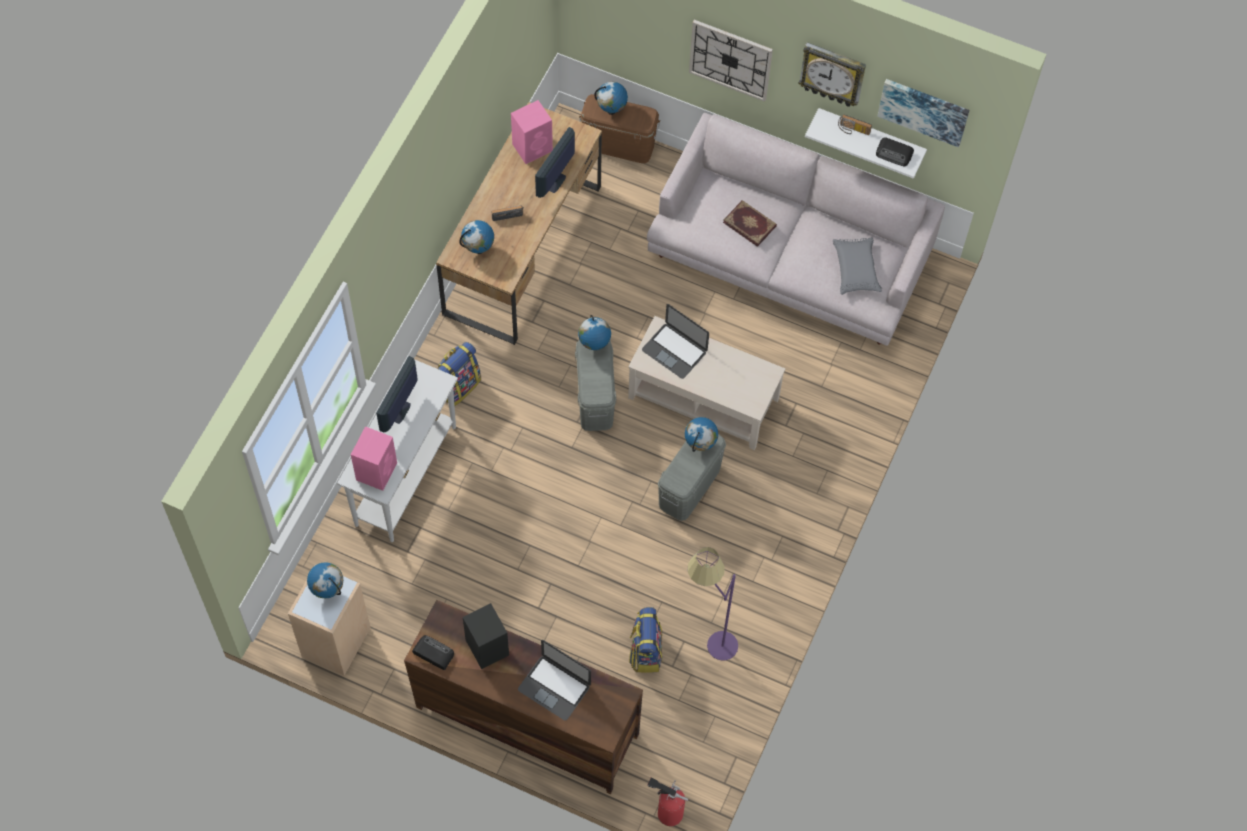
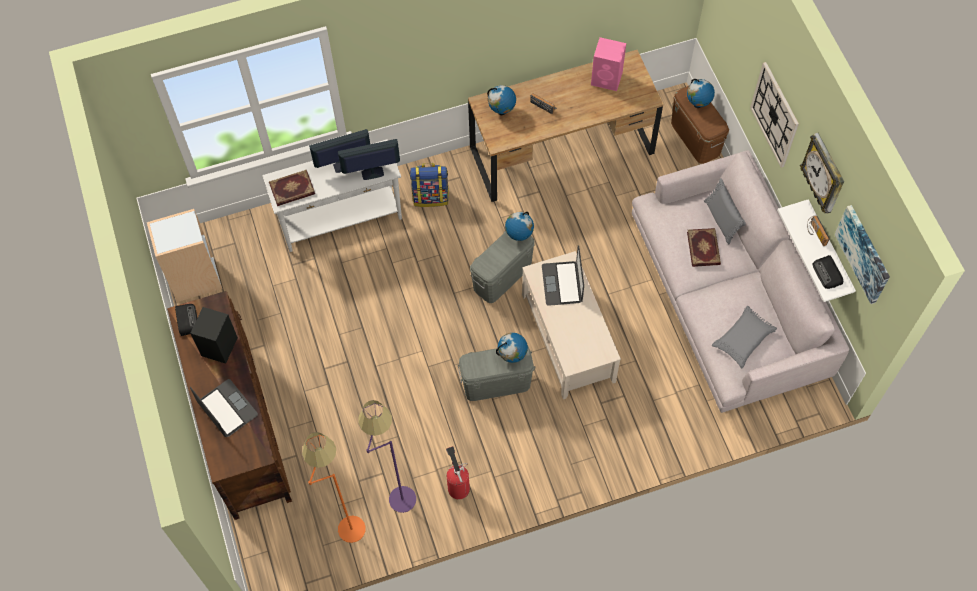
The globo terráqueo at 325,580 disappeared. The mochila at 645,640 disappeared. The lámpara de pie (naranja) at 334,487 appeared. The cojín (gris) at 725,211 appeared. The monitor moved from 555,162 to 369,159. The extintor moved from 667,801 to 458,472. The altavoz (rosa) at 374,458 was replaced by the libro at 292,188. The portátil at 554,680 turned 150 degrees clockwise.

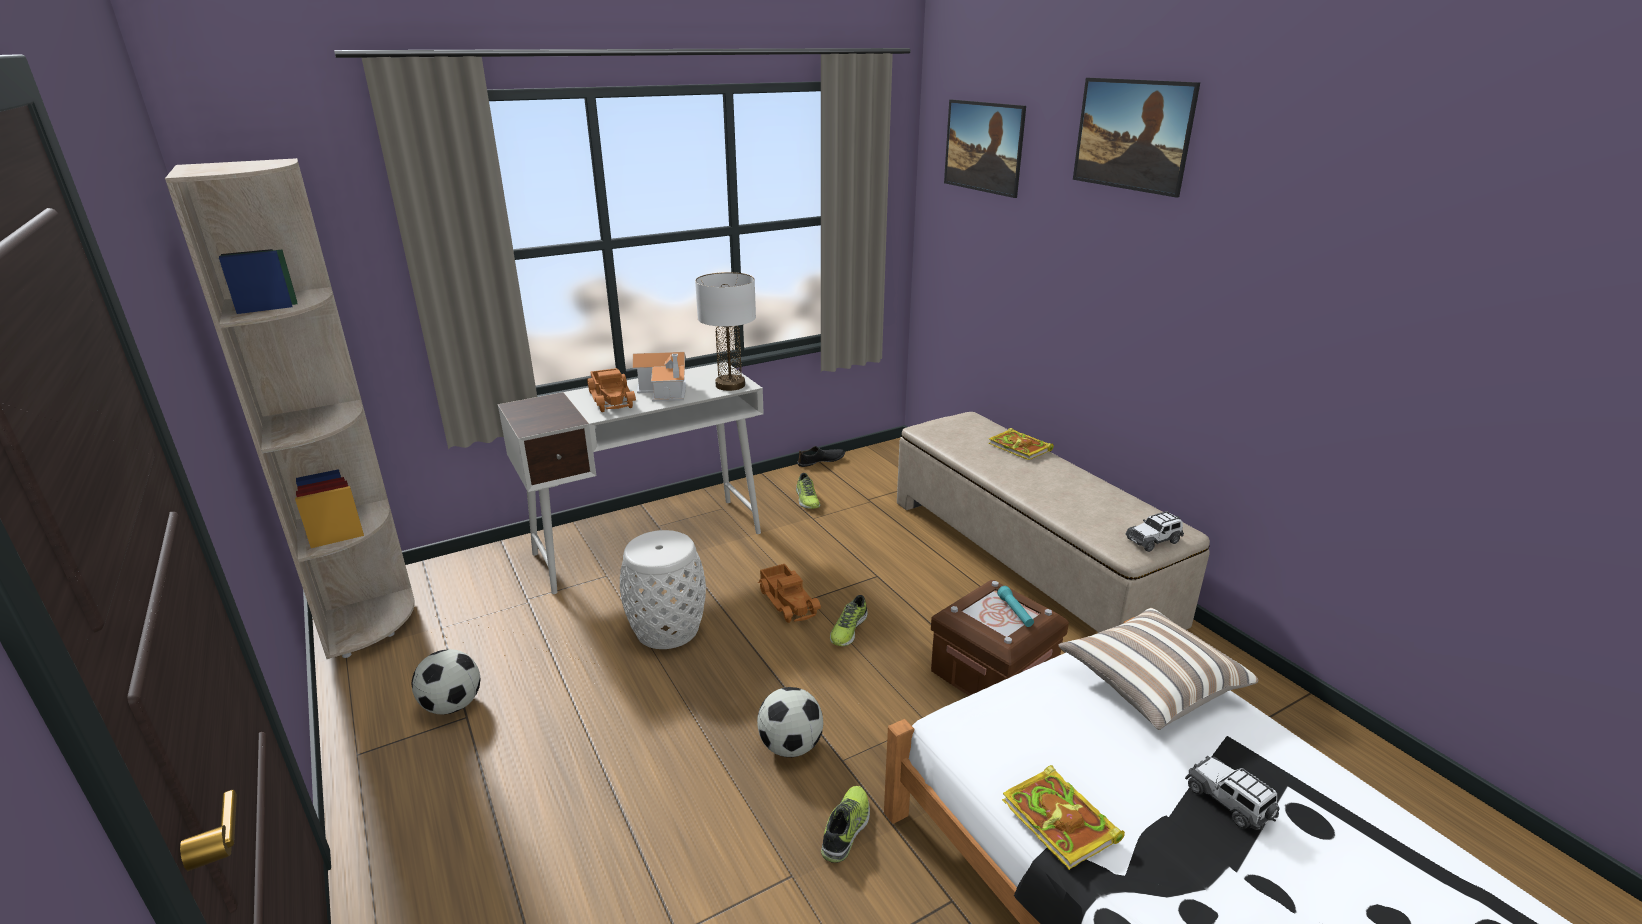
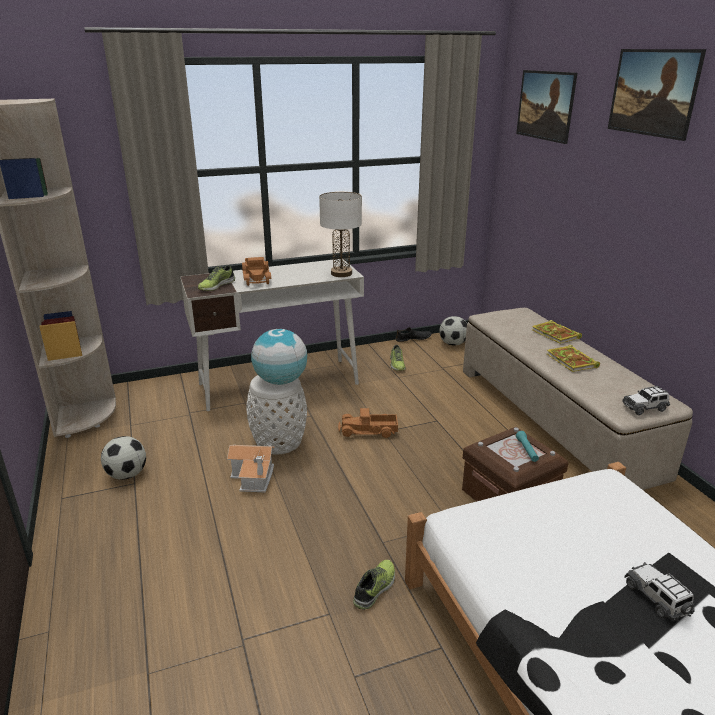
The cojín at 1158,669 disappeared. The globo terráqueo at 279,357 appeared. The casita moved from 659,377 to 251,469. The balón de fútbol moved from 790,722 to 453,330. The zapato moved from 849,620 to 216,278. The libro moved from 1063,817 to 573,358. The camión de juguete at 789,593 turned 105 degrees clockwise.

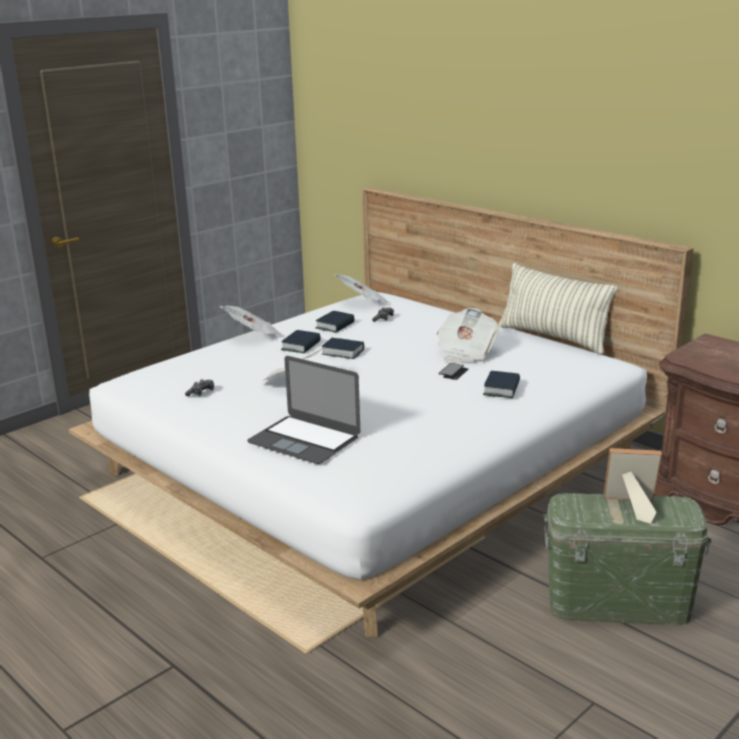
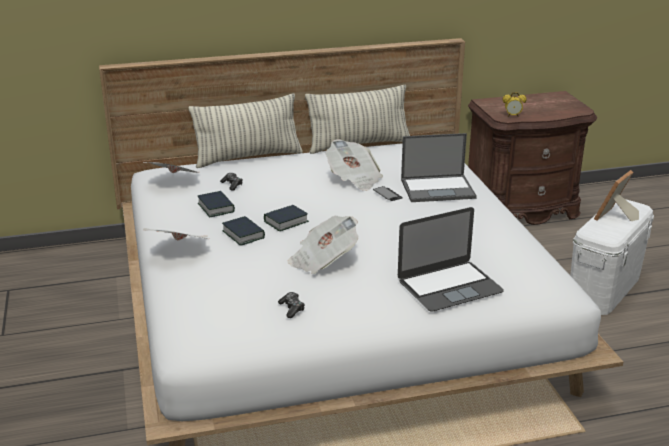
The cojín at 245,130 appeared. The despertador at 514,104 appeared. The libro at 501,384 was replaced by the portátil at 439,167. The caja de almacenaje (verde) at 627,559 became the caja de almacenaje (blanco) at 612,257.

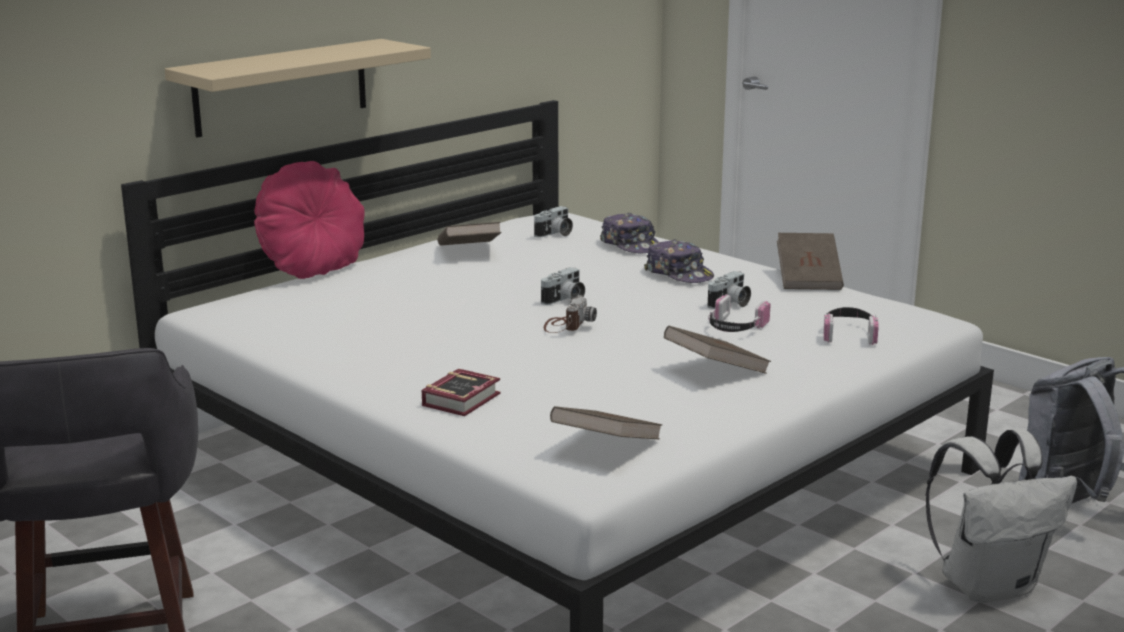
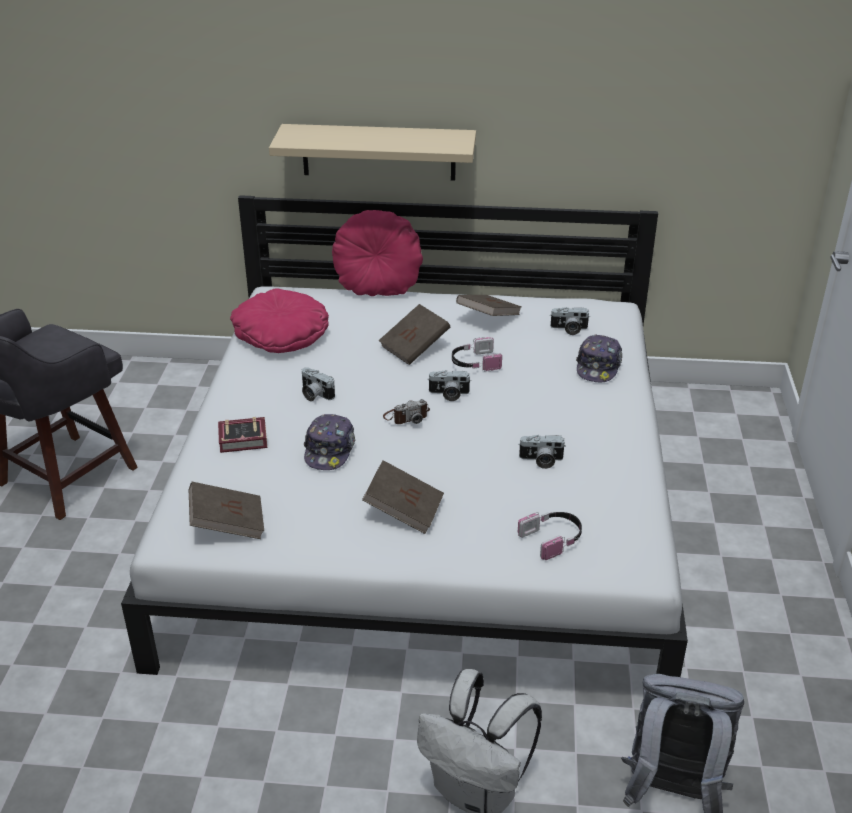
The cojín (rosa) at 279,321 appeared. The cámara at 318,384 appeared. The gorra moved from 679,261 to 329,442. The auriculares moved from 739,313 to 477,354. The libro (marrón) moved from 810,261 to 414,334.

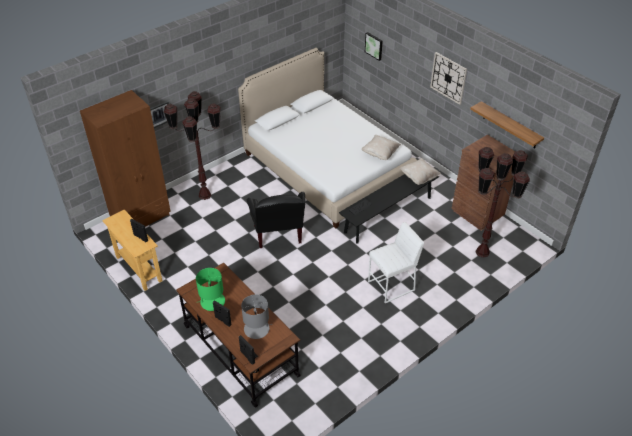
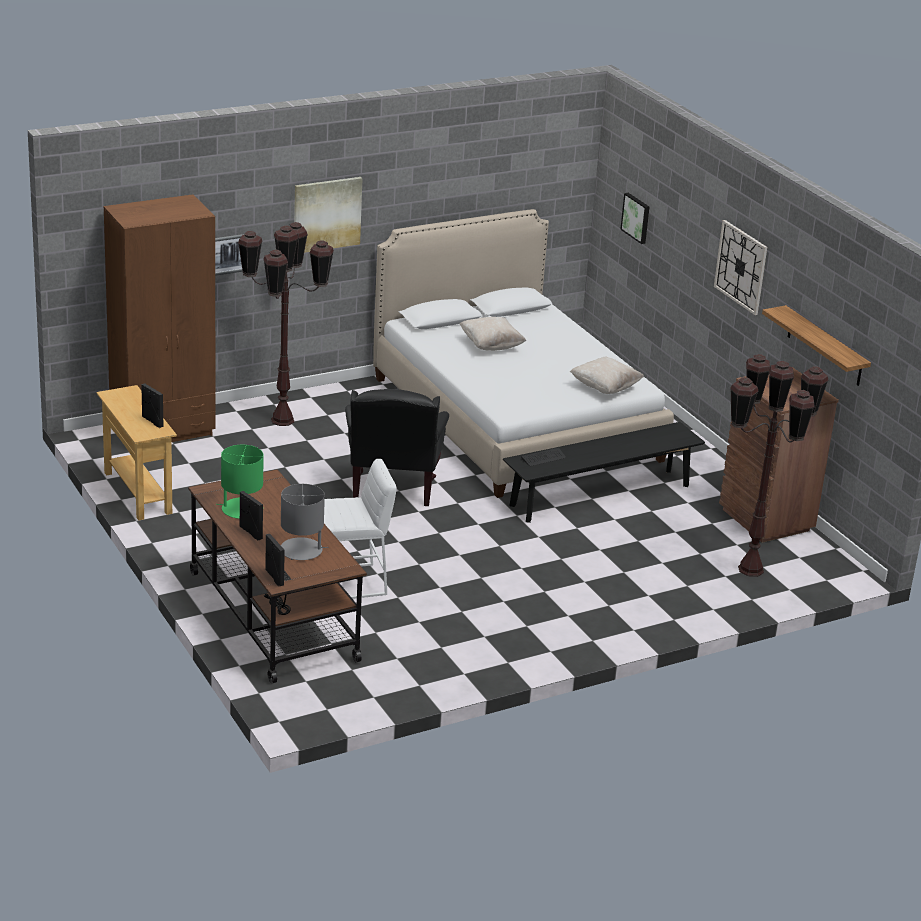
The cuadro at 328,215 appeared. The taburete (blanco) moved from 396,262 to 360,529. The cojín (beis) moved from 420,171 to 493,334.

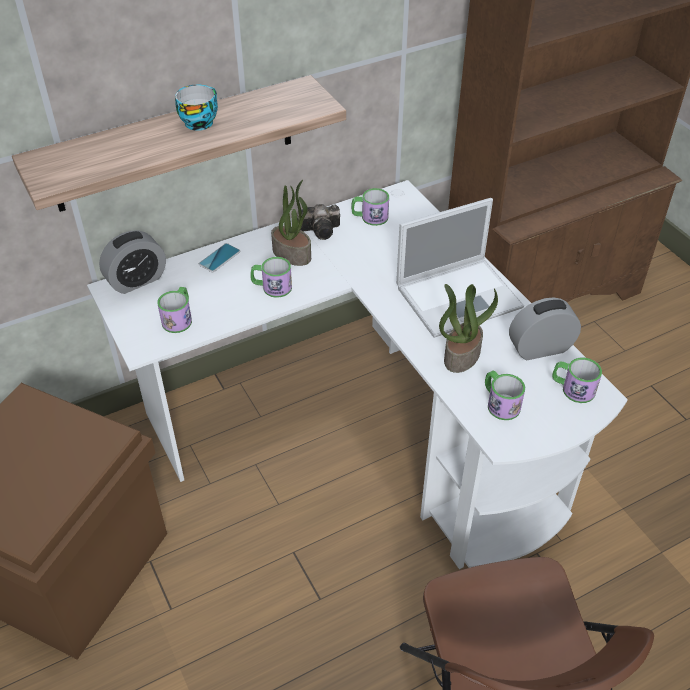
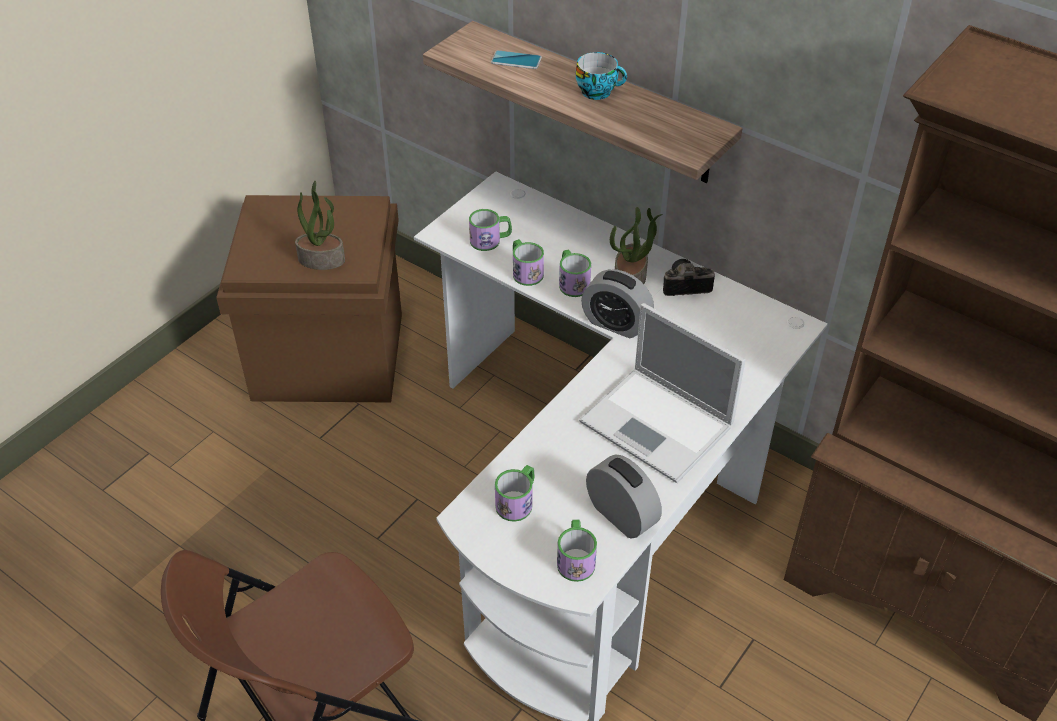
The despertador moved from 132,262 to 617,303. The móvil moved from 220,257 to 516,59. The taza grande moved from 370,207 to 528,262. The planta en maceta moved from 468,328 to 320,225. The cámara at 318,222 turned 120 degrees clockwise.

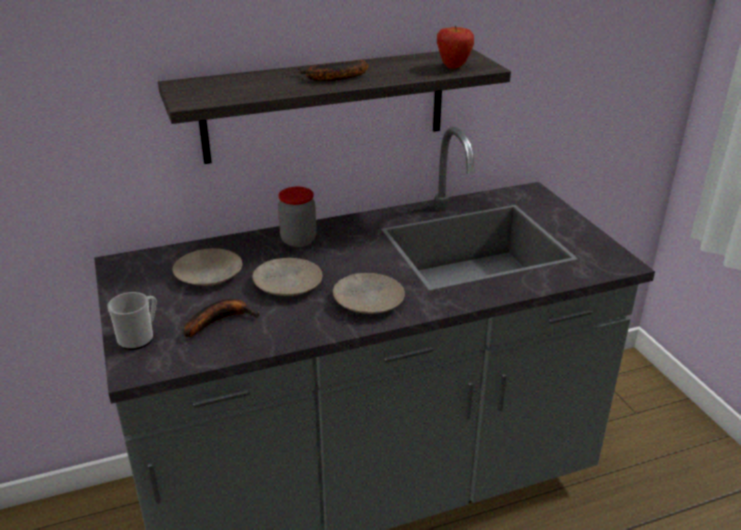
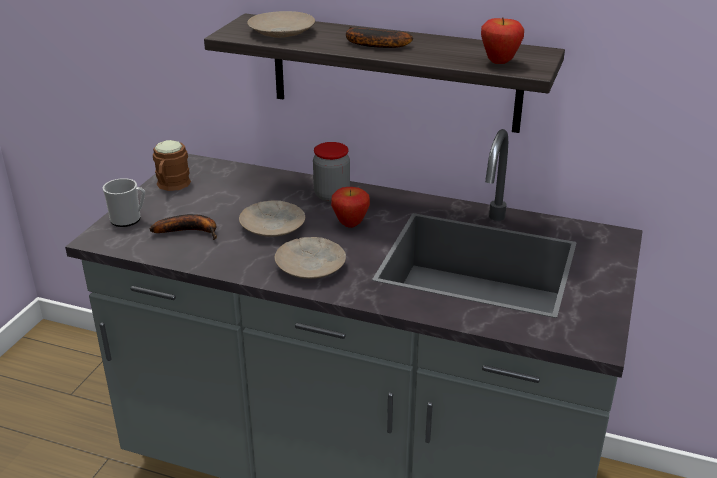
The taza grande (marrón) at 172,165 appeared. The manzana at 350,207 appeared. The plato (beis) moved from 208,267 to 281,24.

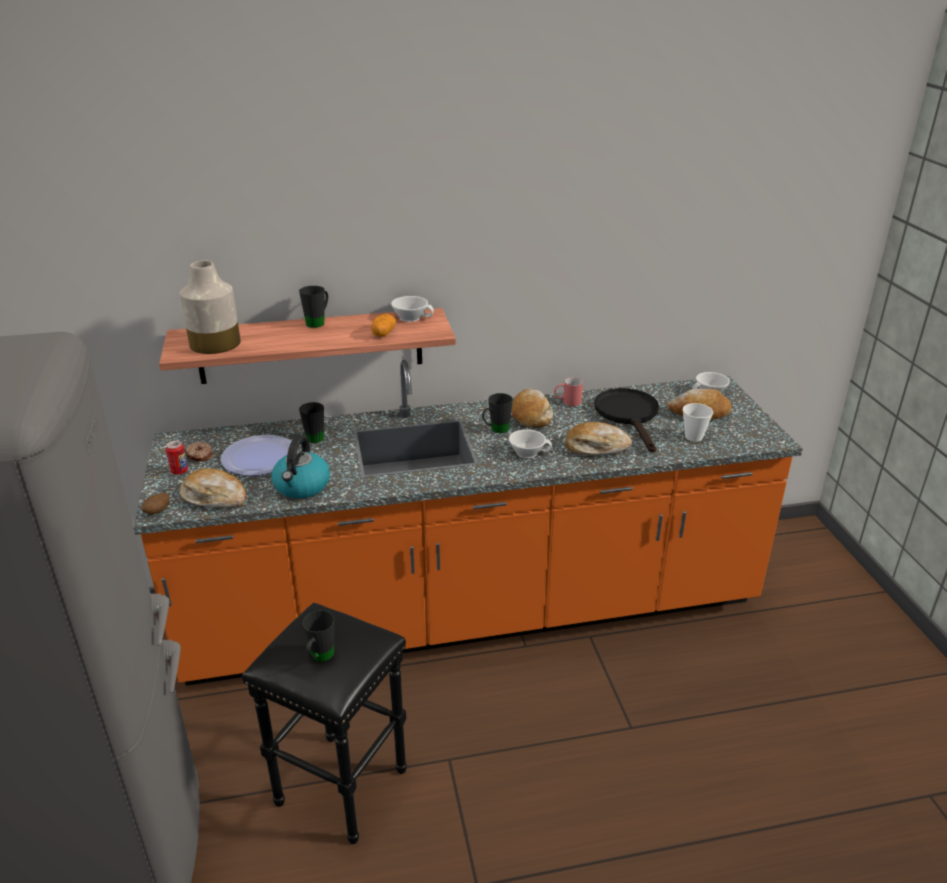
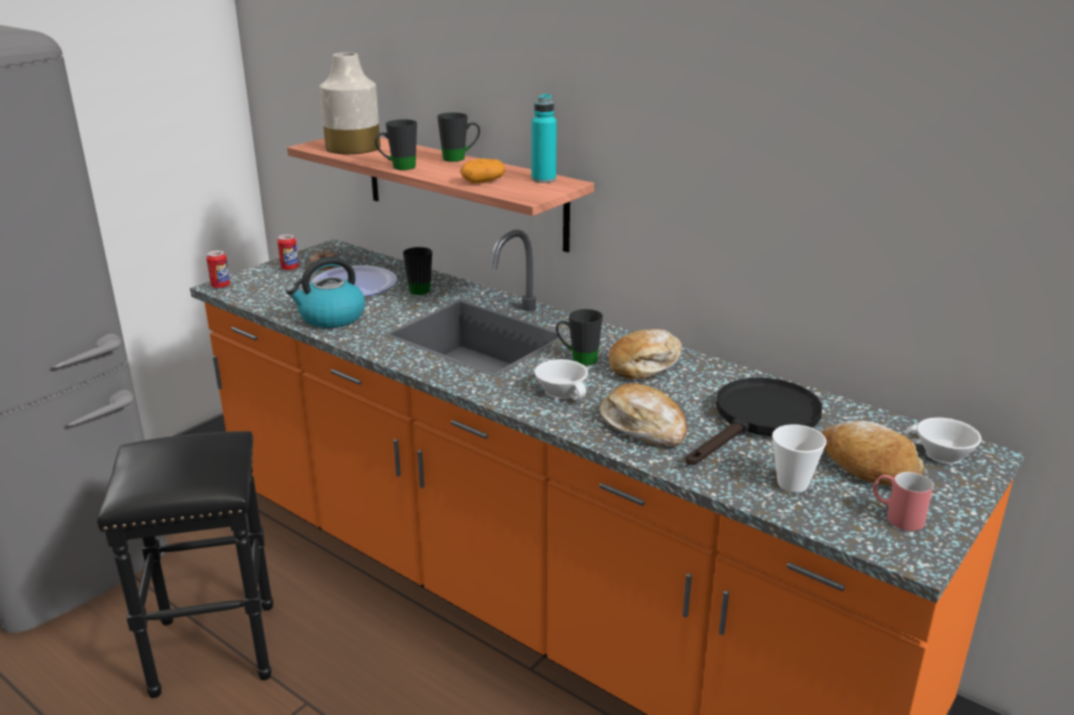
The pan at 213,488 disappeared. The taza grande (negro) moved from 318,636 to 396,144. The taza grande (rojo) moved from 568,391 to 903,501. The patata at 155,503 was replaced by the lata at 218,270. The taza (blanco) at 412,309 was replaced by the botella (turquesa) at 544,138.

